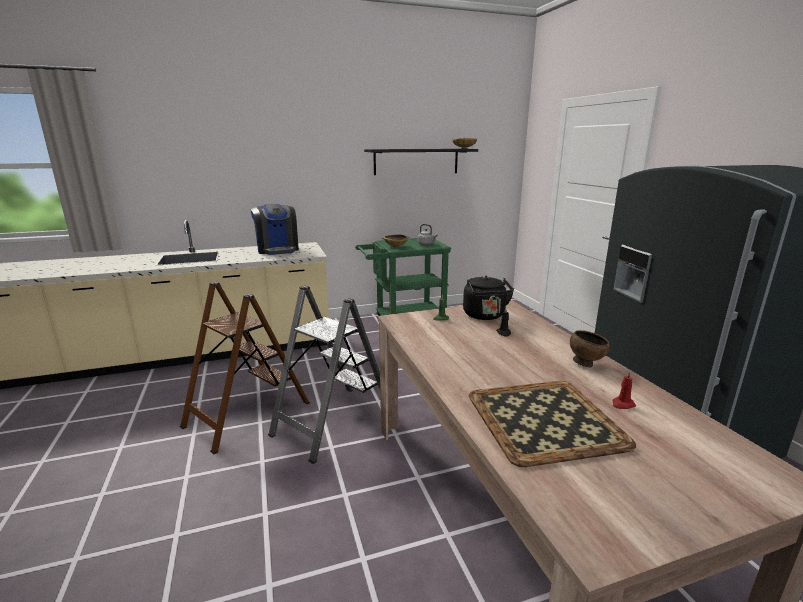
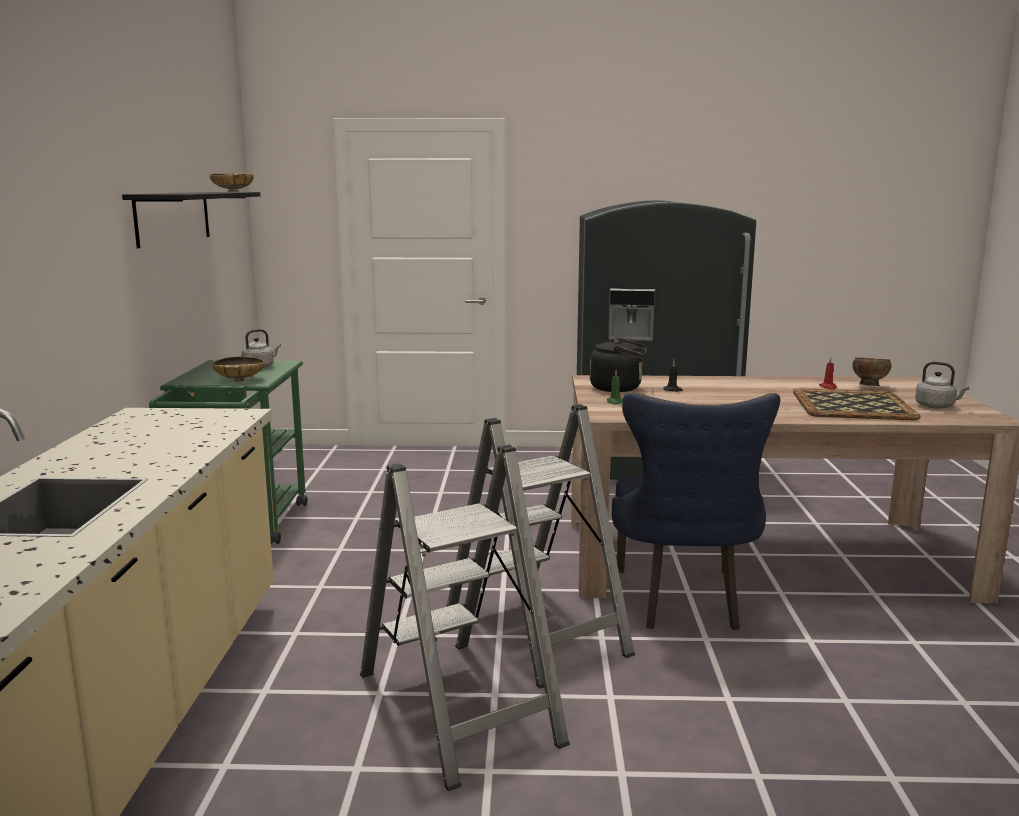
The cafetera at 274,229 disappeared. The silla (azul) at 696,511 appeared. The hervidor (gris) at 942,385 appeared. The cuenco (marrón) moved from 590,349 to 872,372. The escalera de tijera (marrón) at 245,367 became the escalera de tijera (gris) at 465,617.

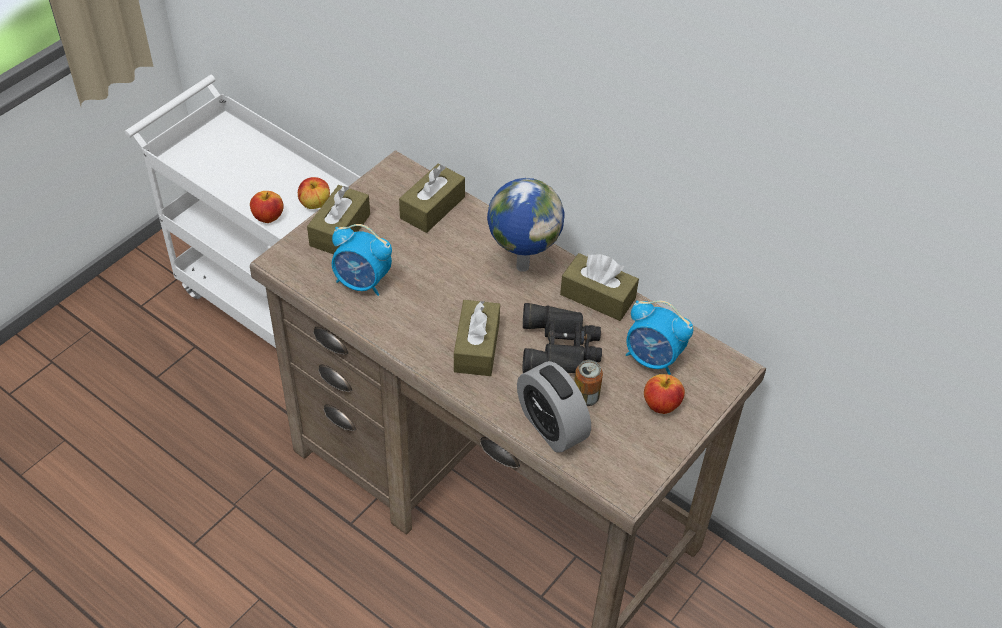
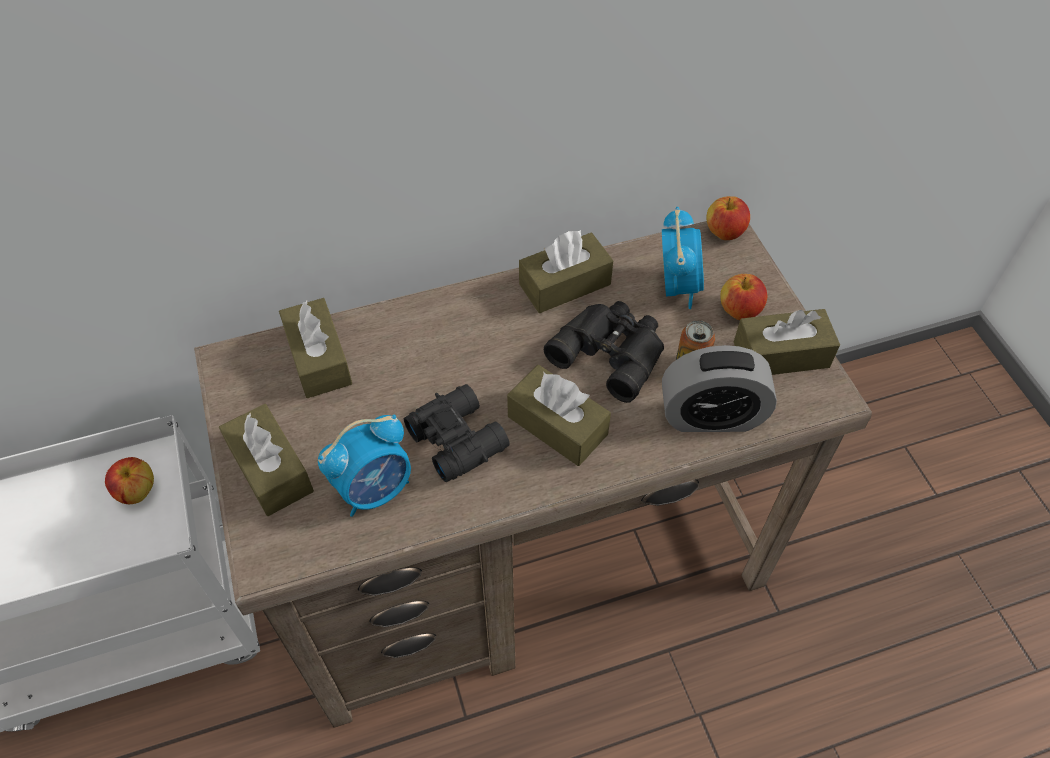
The globo terráqueo at 525,225 disappeared. The prismáticos (negro) at 457,433 appeared. The caja de pañuelos (marrón) at 787,342 appeared. The manzana moved from 267,207 to 728,218. The despertador at 659,337 turned 60 degrees counterclockwise.

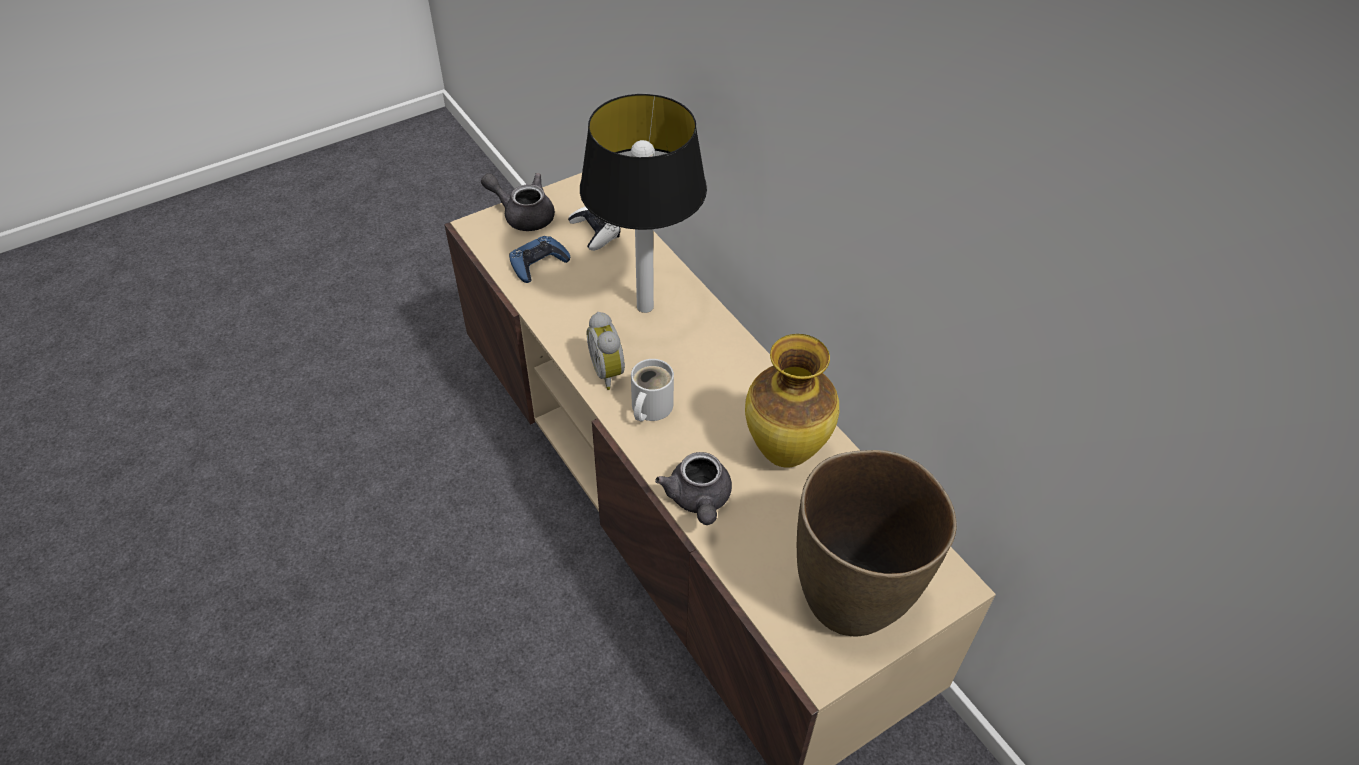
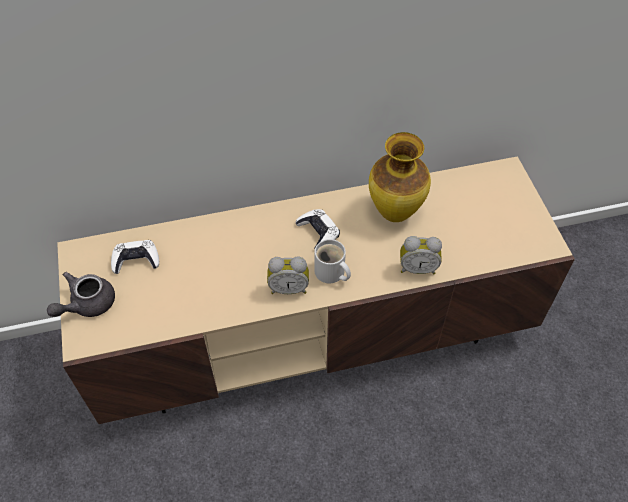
The mando de consola (azul) at 539,259 disappeared. The lámpara de mesa at 643,203 disappeared. The florero (marrón) at 877,543 disappeared. The mando de consola (blanco) at 318,229 appeared. The tetera (gris) at 693,488 was replaced by the despertador at 421,255.

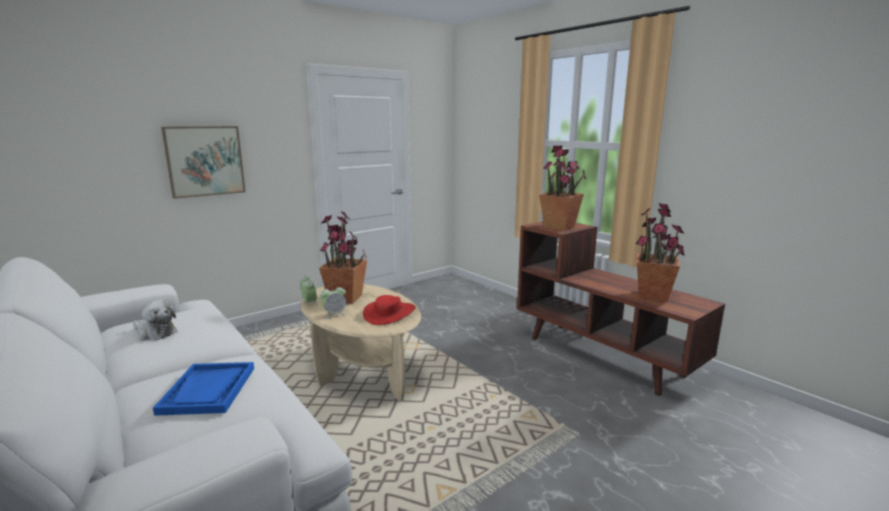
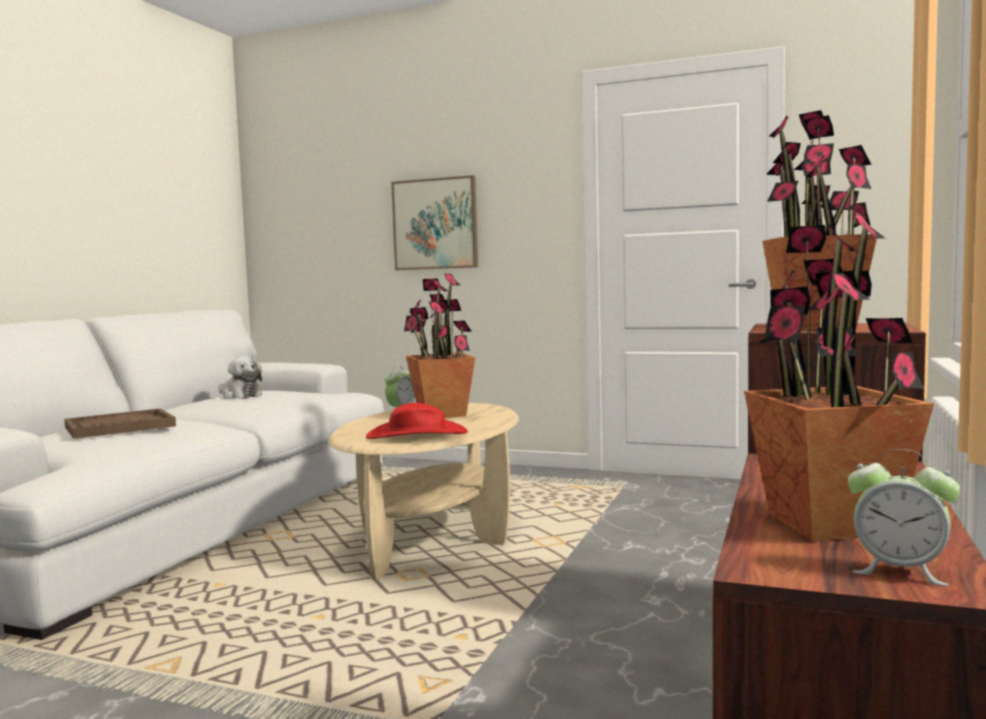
The despertador moved from 333,301 to 904,517. The bandeja (azul) at 203,389 became the bandeja (marrón) at 120,423. The peluche at 155,320 turned 45 degrees counterclockwise.

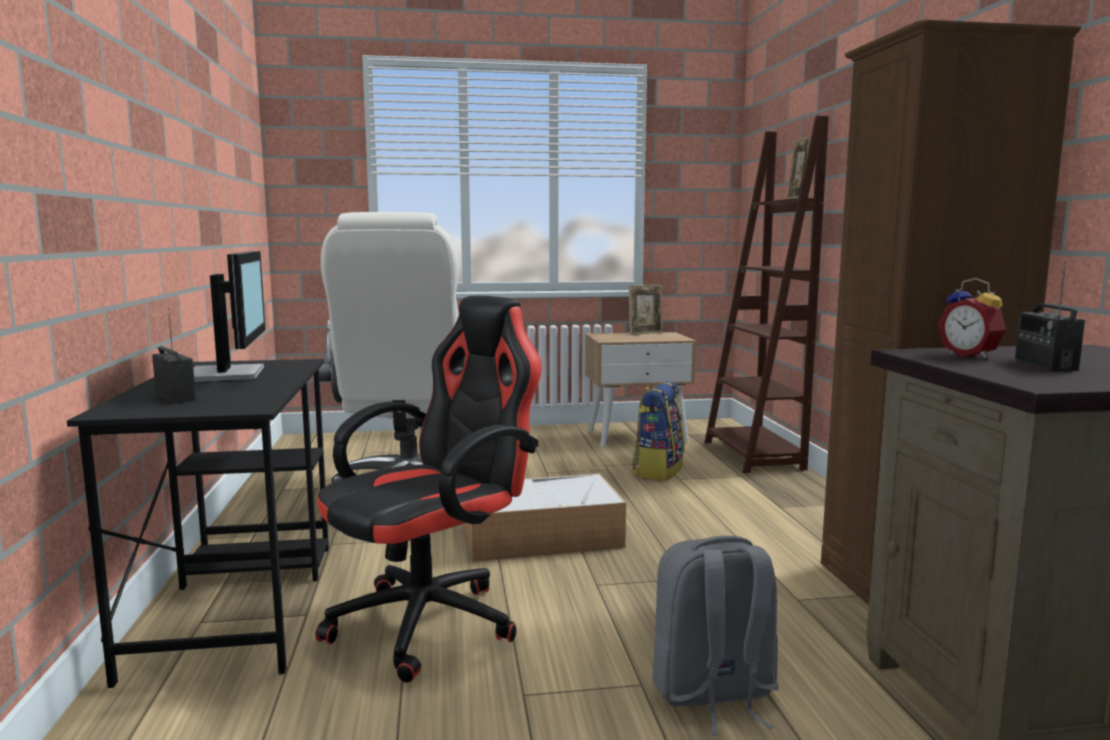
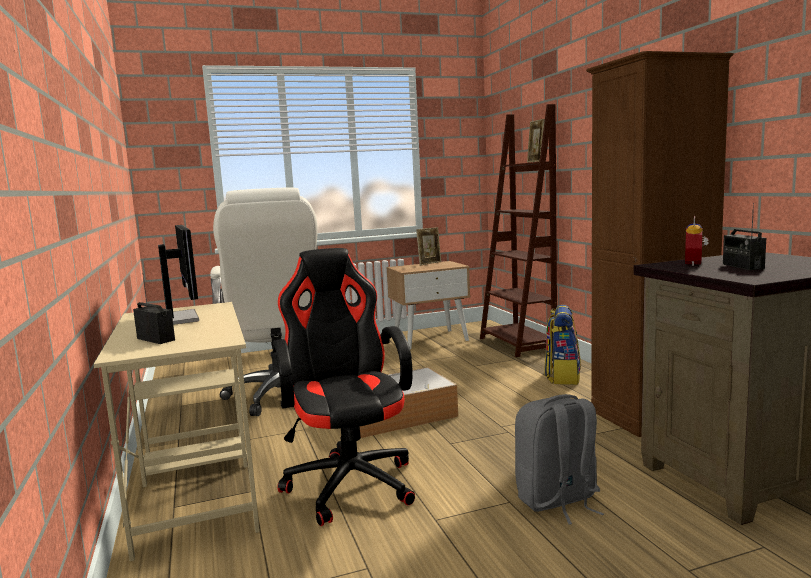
The mochila moved from 658,431 to 562,345. The escritorio (negro) at 198,523 became the escritorio (beis) at 177,431. The silla de oficina (negro) at 428,489 turned 45 degrees counterclockwise. The despertador at 972,318 turned 60 degrees clockwise.

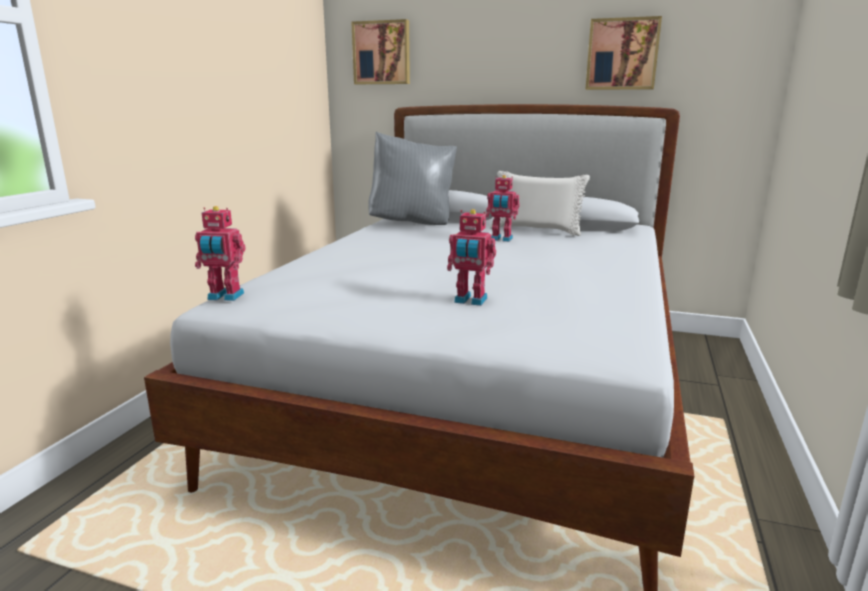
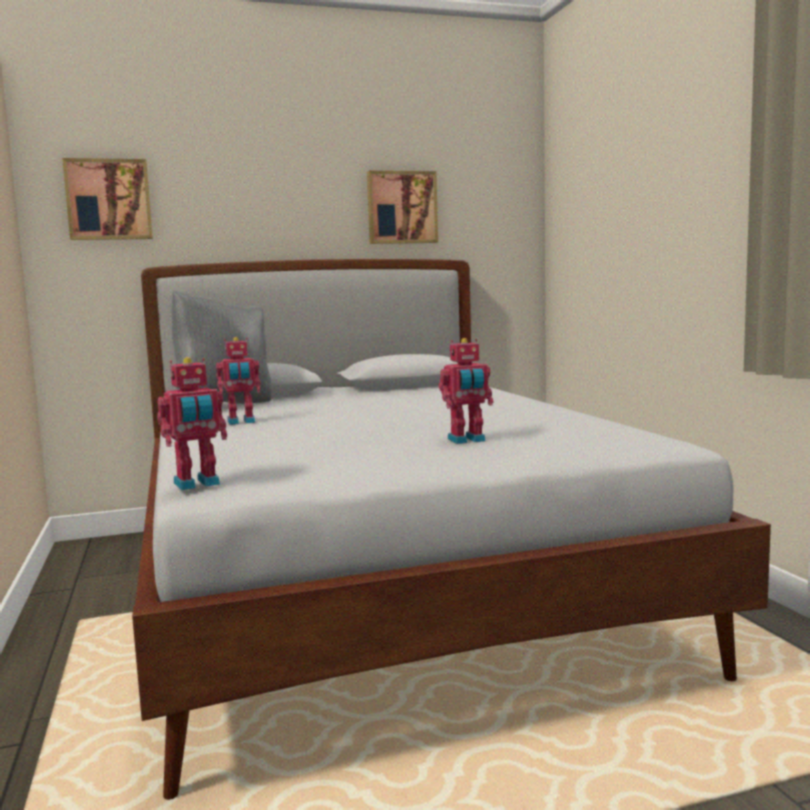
The cojín (blanco) at 540,203 disappeared. The robot de juguete moved from 503,208 to 238,381.

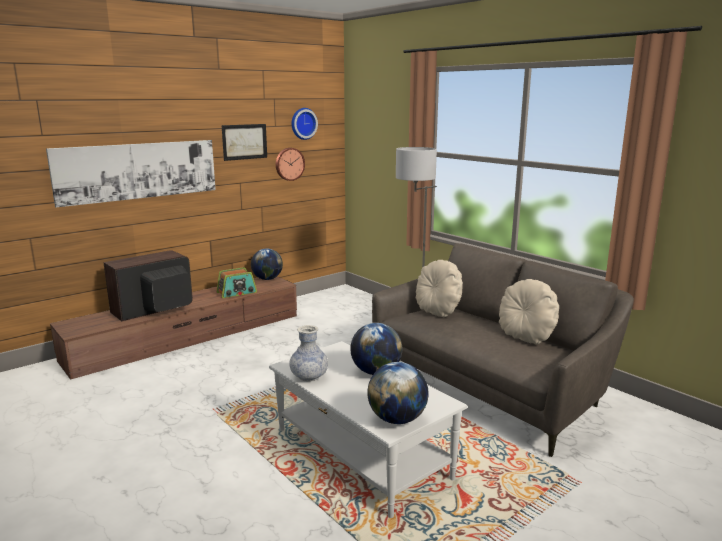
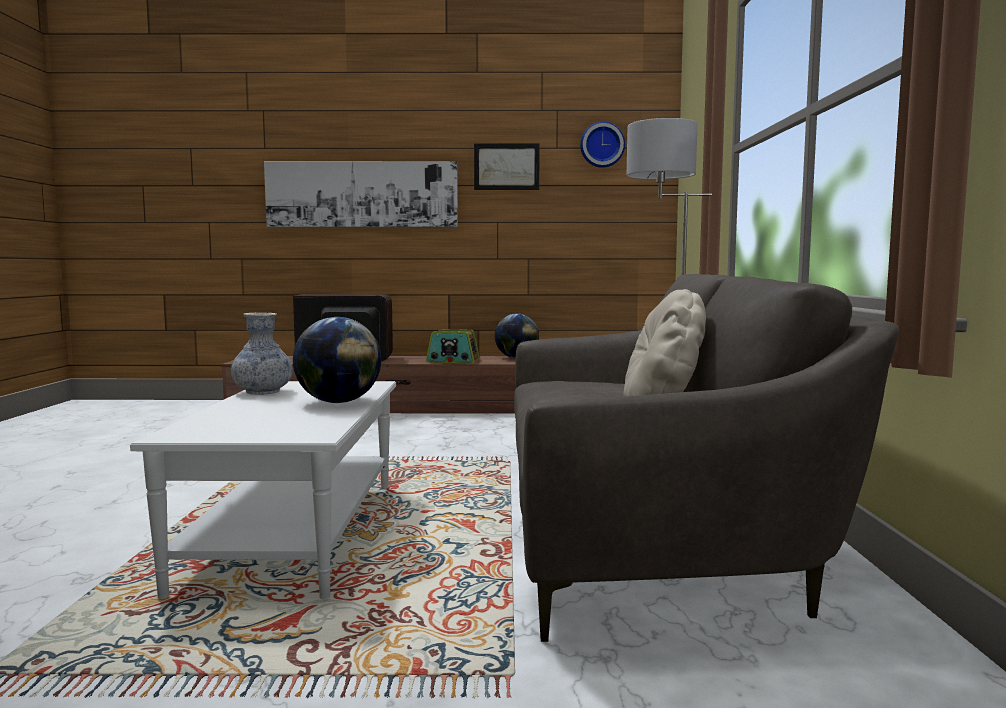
The reloj de pared at 290,164 disappeared. The globo terráqueo at 398,393 disappeared. The cojín (beis) at 439,288 disappeared.

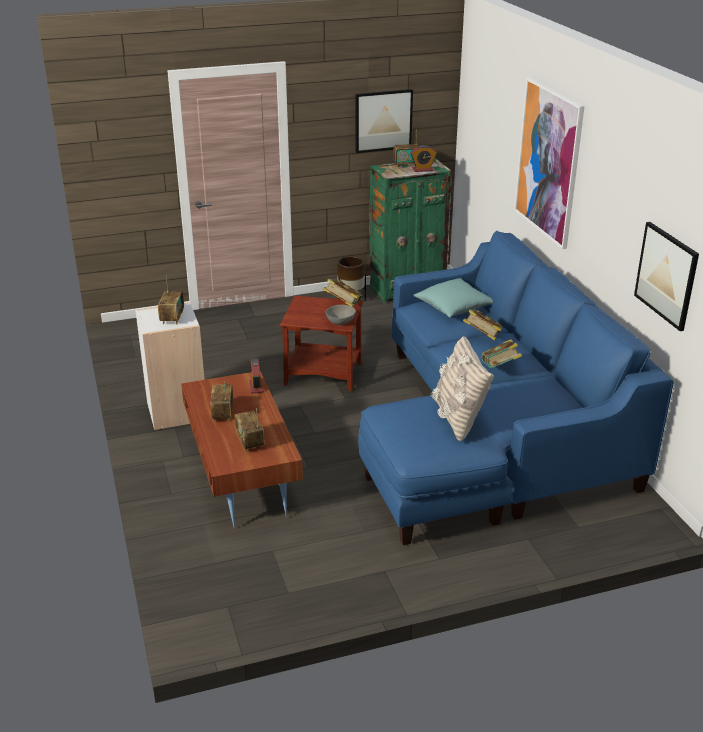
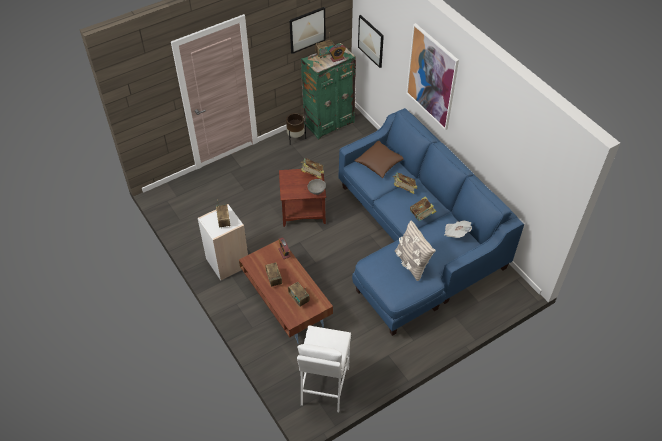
The taburete (blanco) at 324,369 appeared. The periódico at 458,229 appeared. The cuadro moved from 666,276 to 371,41. The cojín (turquesa) at 453,298 became the cojín (marrón) at 379,159.

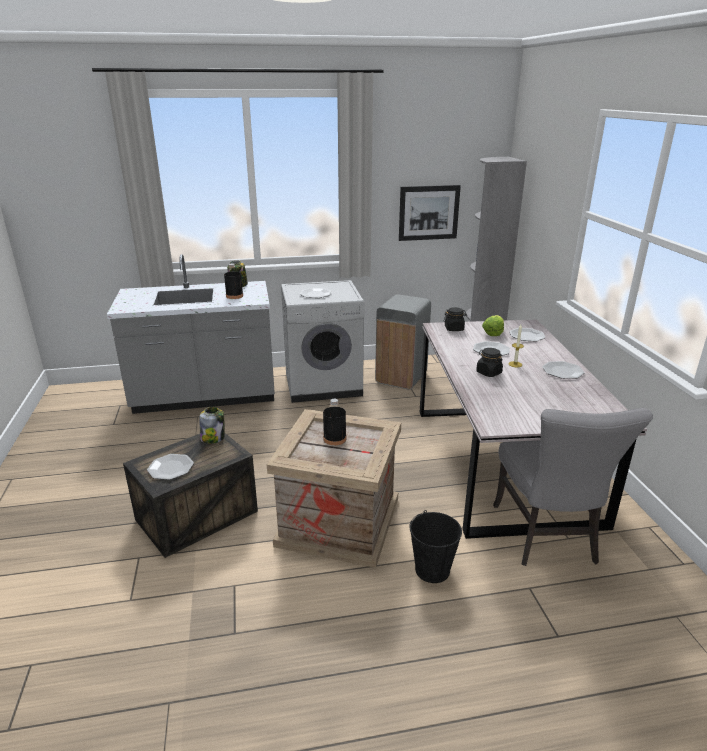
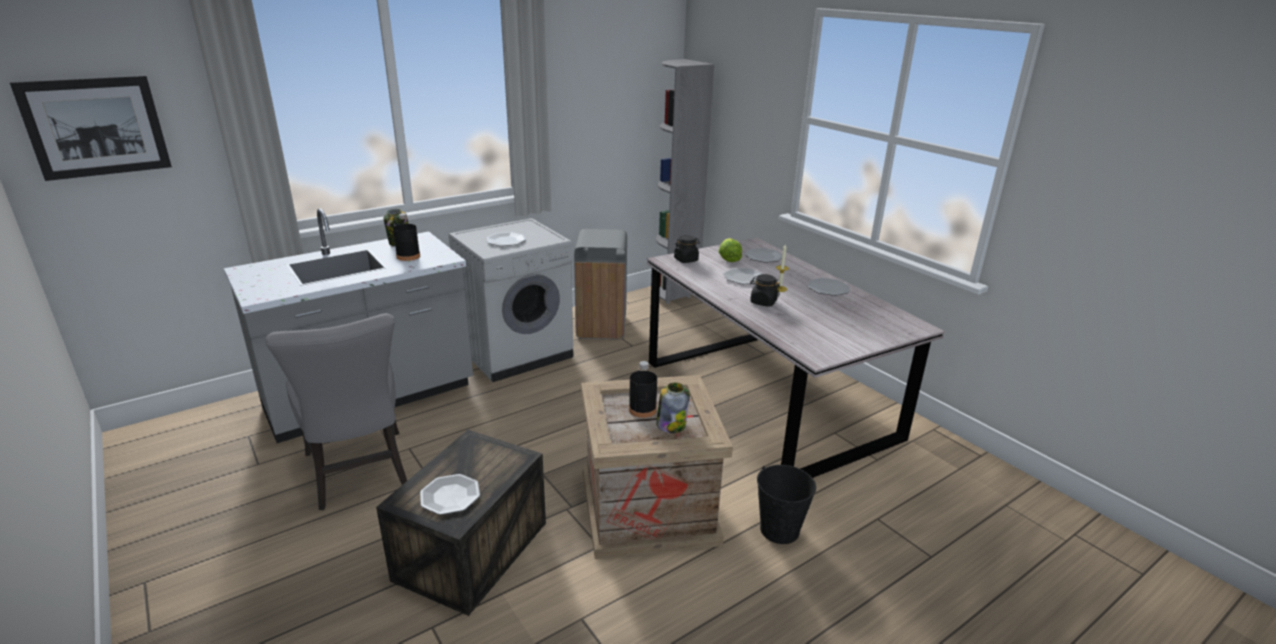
The tarro moved from 212,425 to 673,408. The cuadro moved from 430,213 to 91,128. The silla (gris) moved from 573,487 to 336,411.

